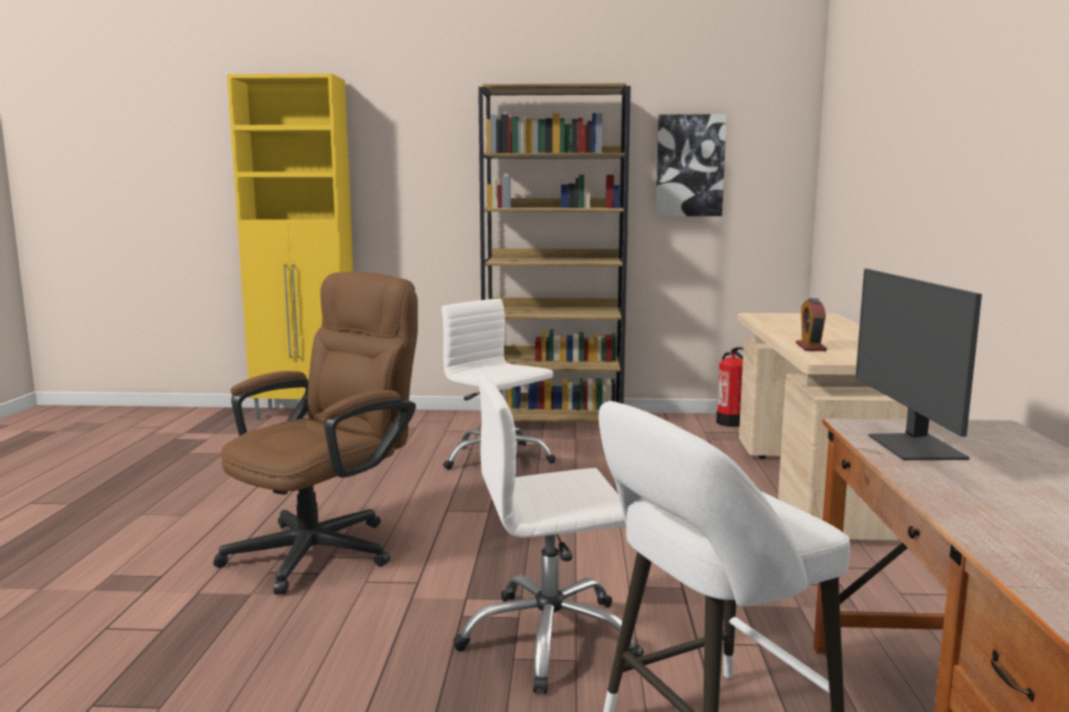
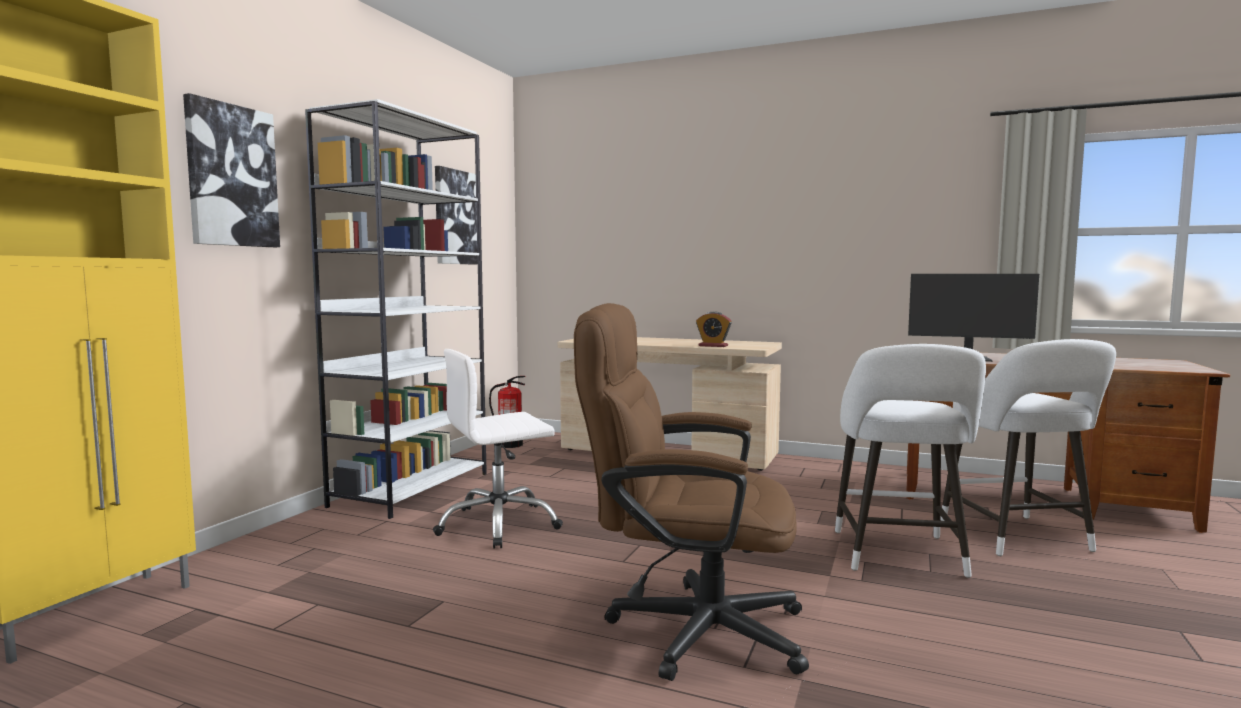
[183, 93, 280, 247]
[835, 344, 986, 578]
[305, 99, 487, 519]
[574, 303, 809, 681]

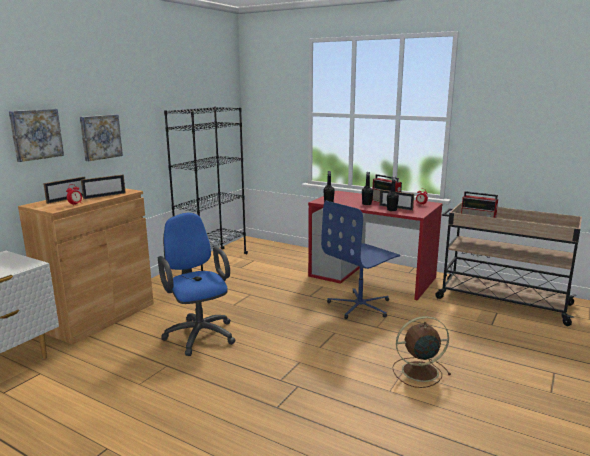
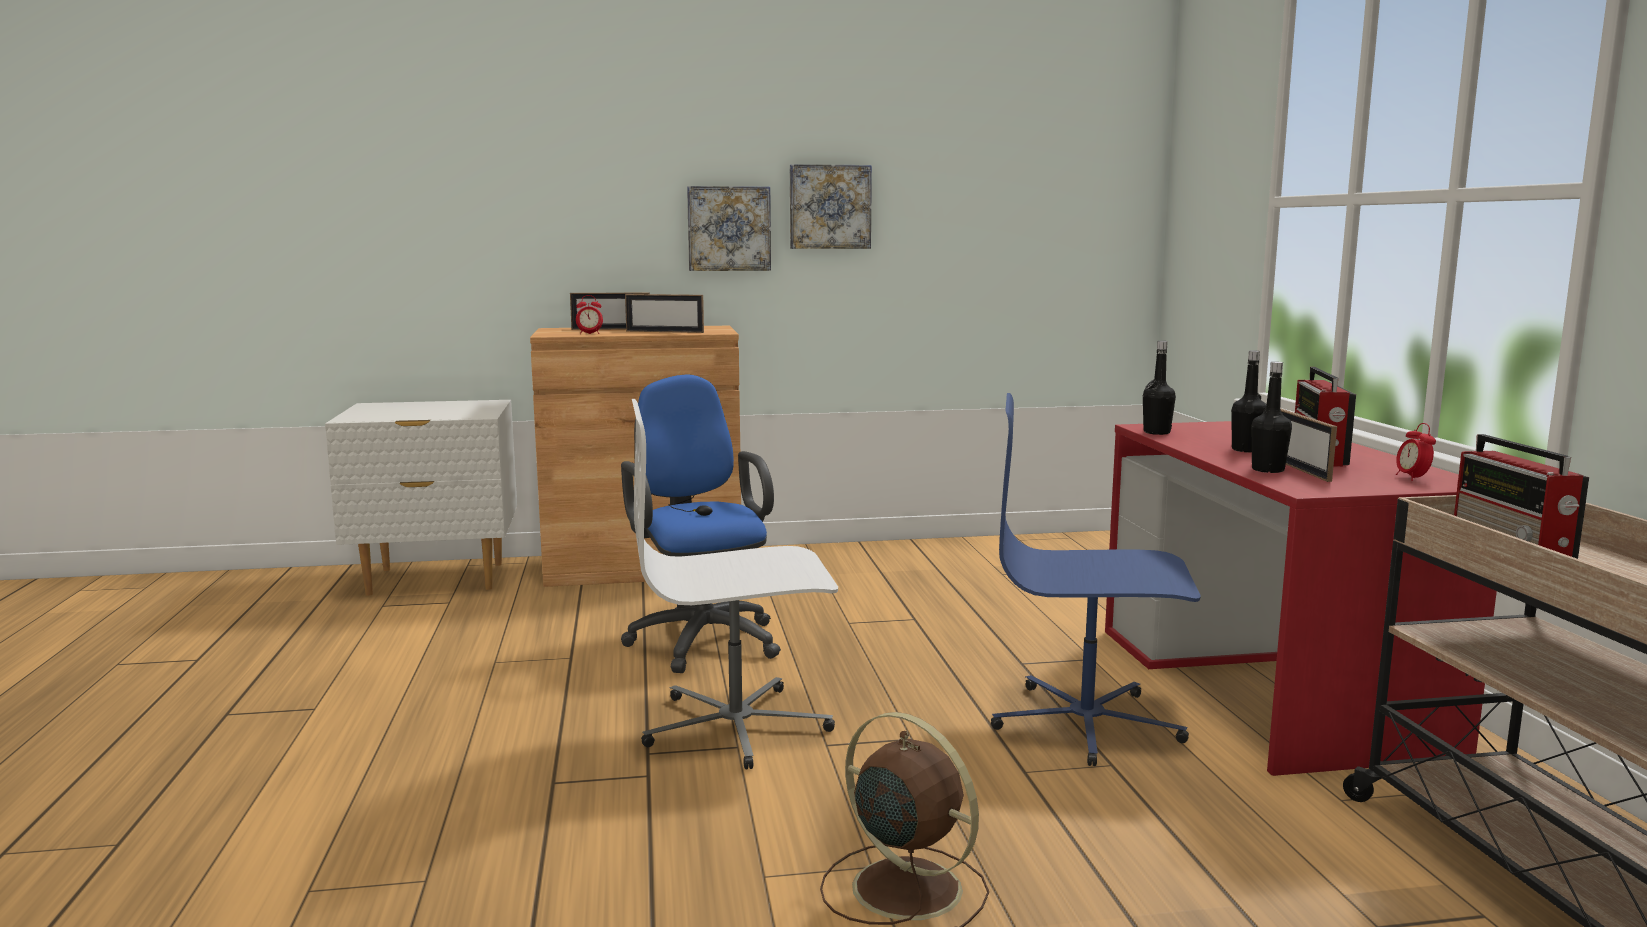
[164, 107, 248, 271] (first image)
[632, 399, 838, 770]
[790, 164, 872, 249]
[621, 375, 781, 673]

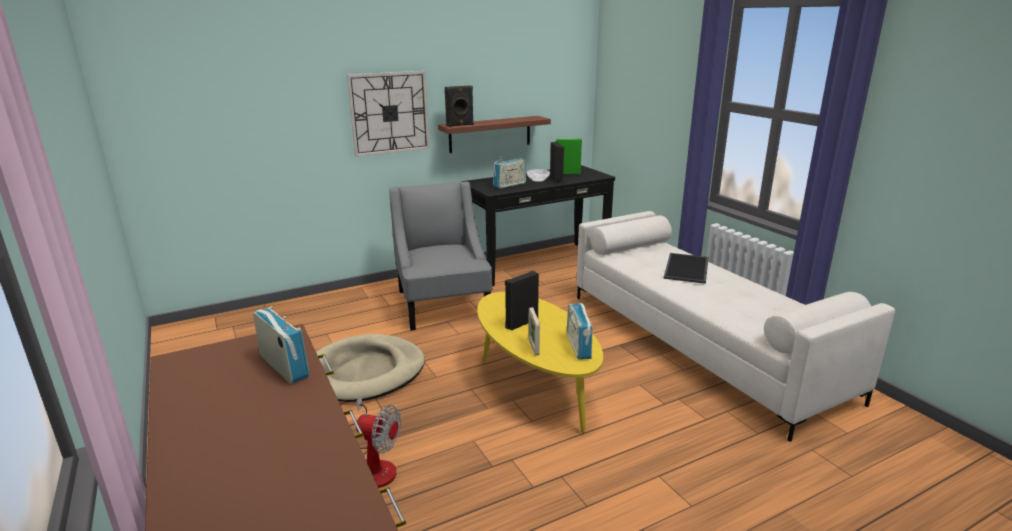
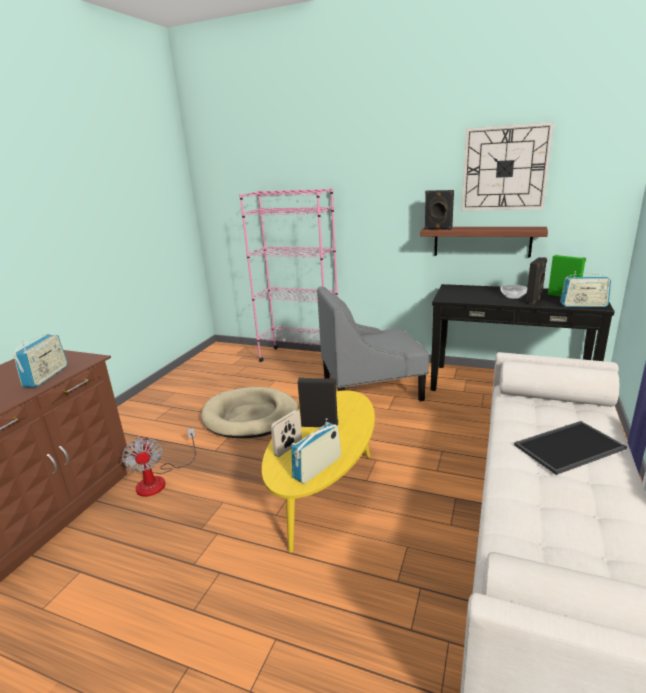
[239, 188, 338, 362]
[462, 122, 554, 211]
[560, 271, 611, 307]
[317, 286, 429, 401]

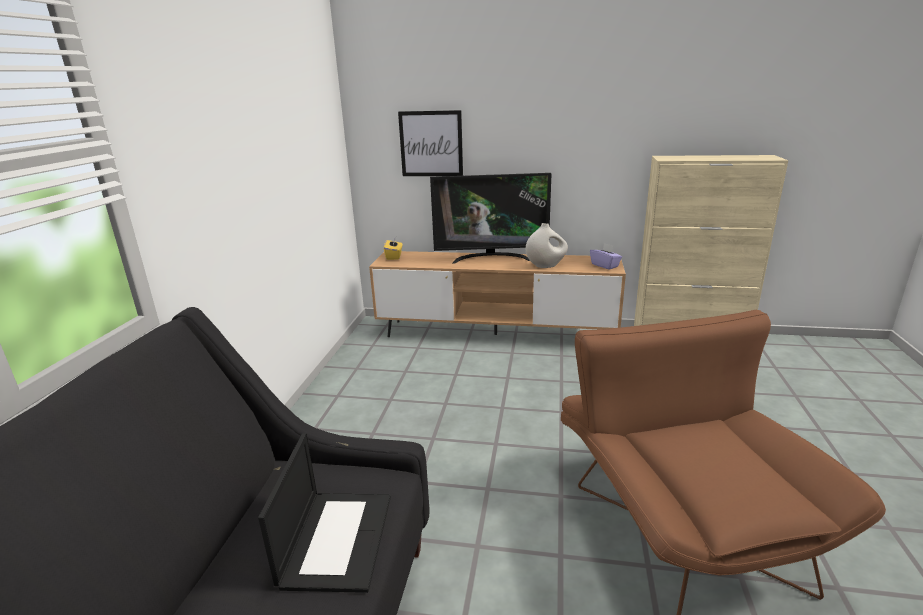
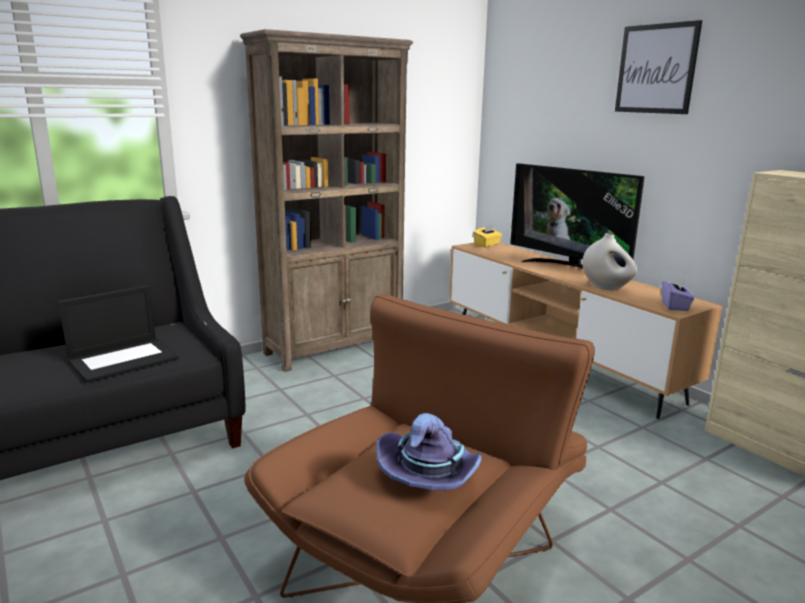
[240, 29, 413, 372]
[376, 413, 482, 490]
[615, 20, 702, 114]

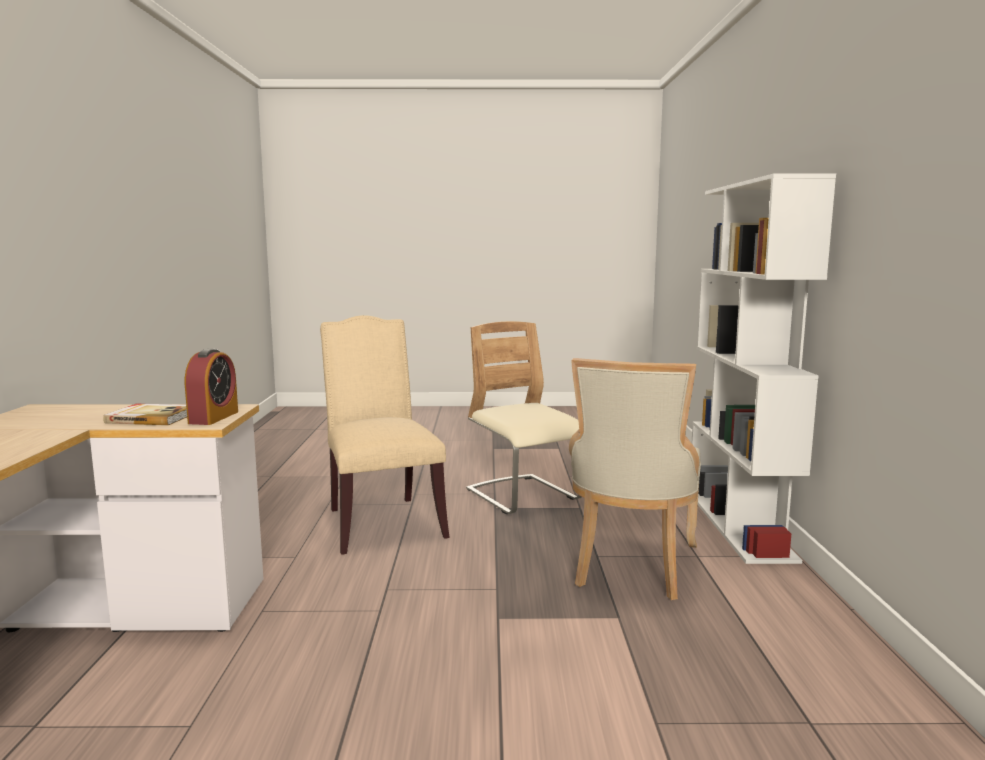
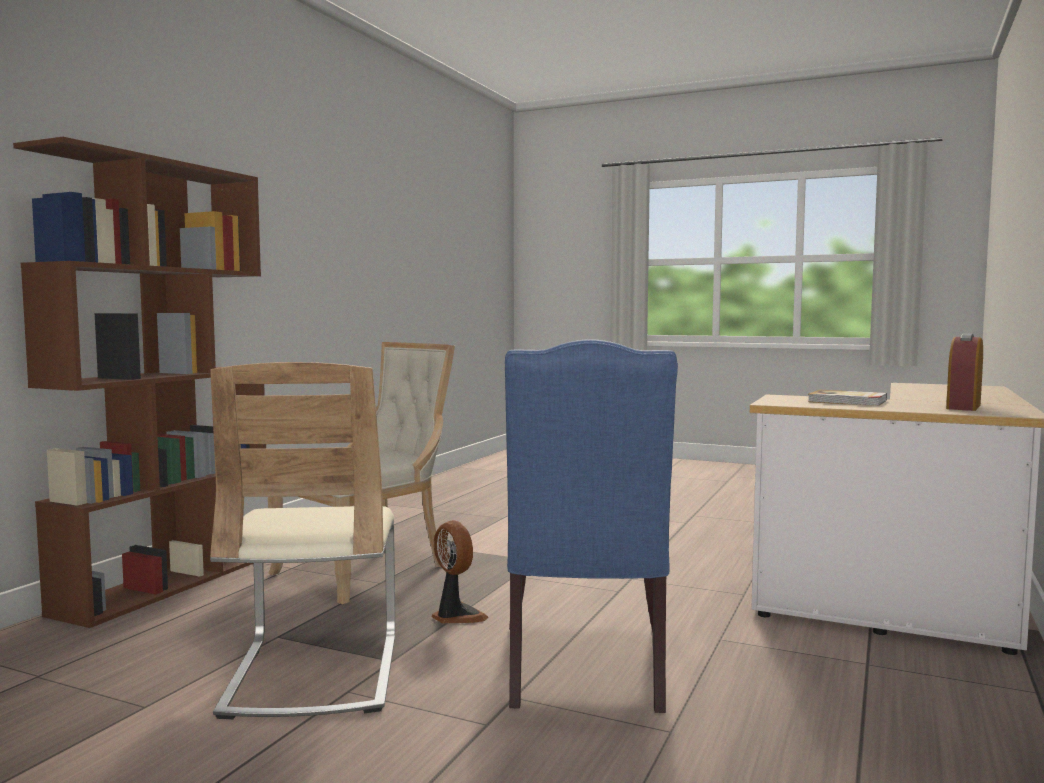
[431, 520, 489, 623]
[946, 333, 983, 411]
[505, 339, 678, 713]
[13, 137, 266, 628]

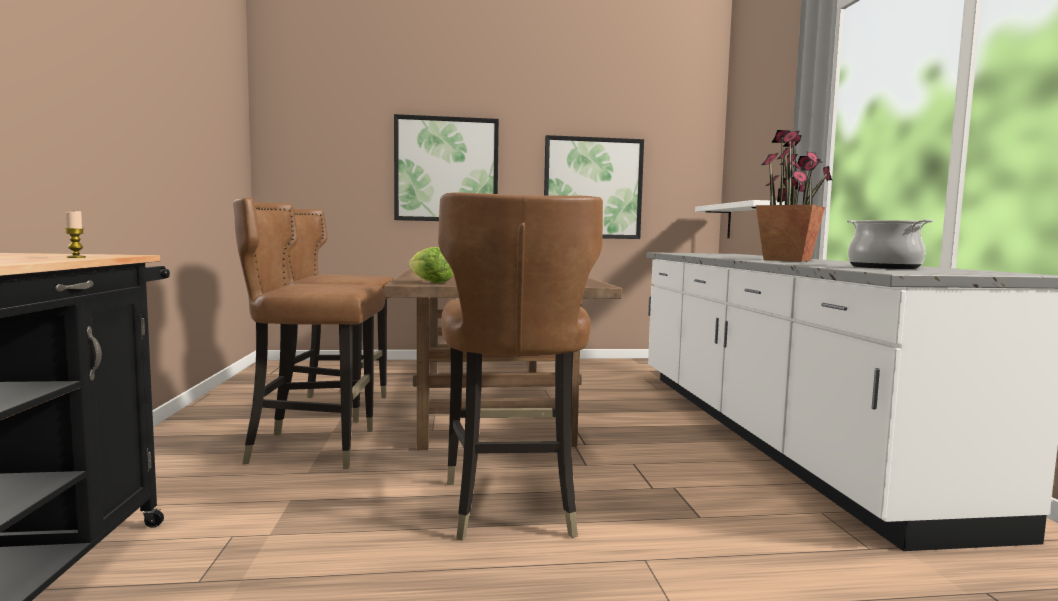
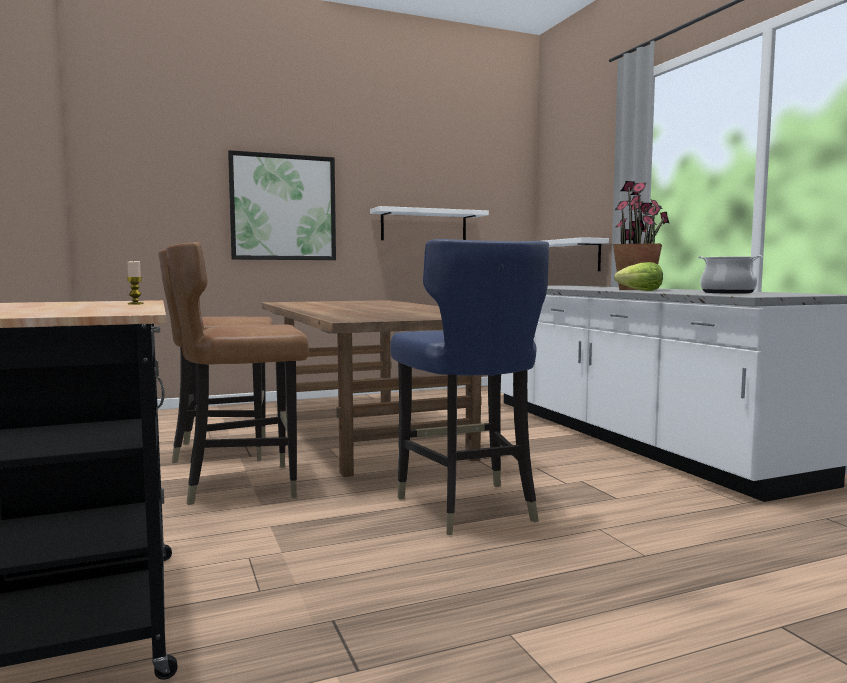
[614, 262, 663, 291]
[370, 206, 489, 240]
[390, 239, 549, 535]

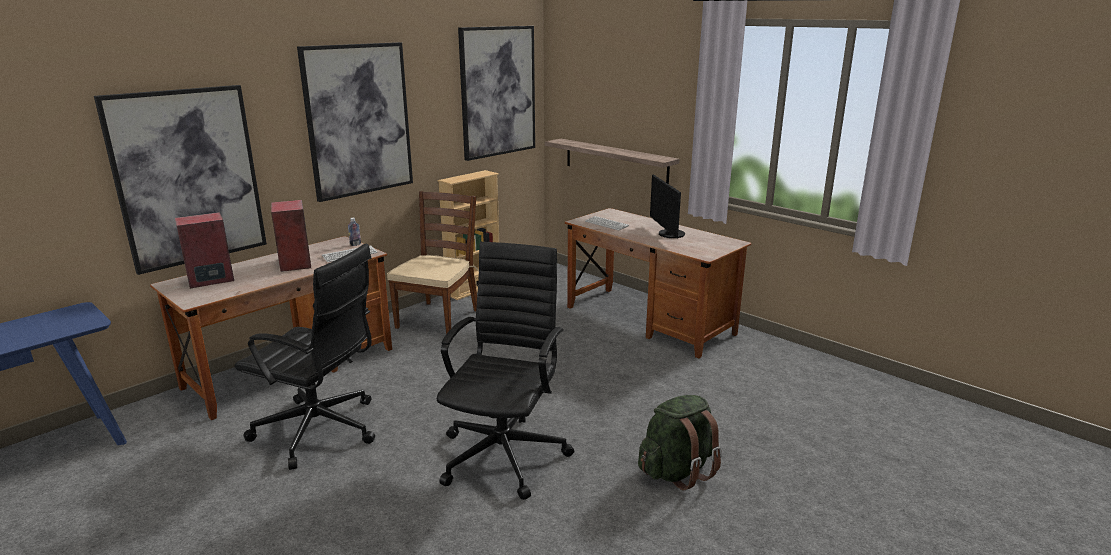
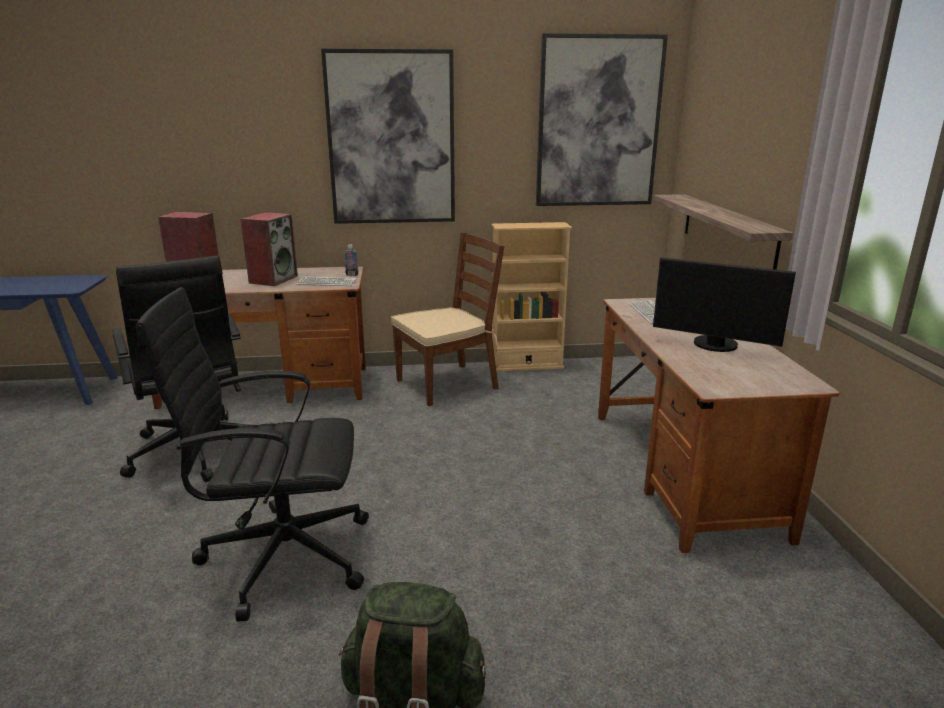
[94, 85, 267, 275] (first image)
[136, 287, 369, 622]
[653, 257, 796, 352]

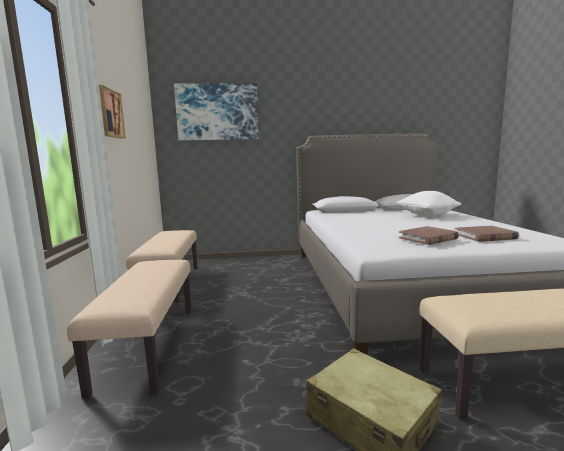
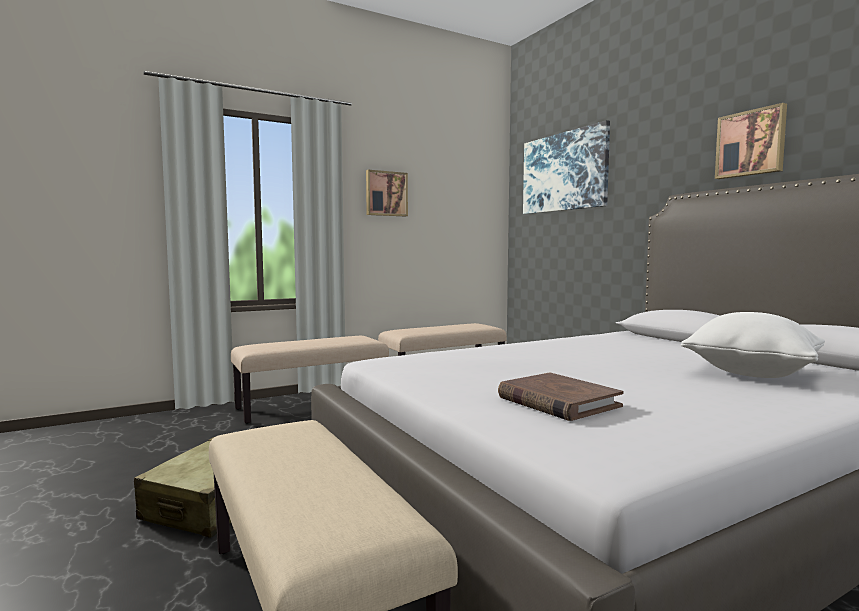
[399, 226, 459, 245] (first image)
[715, 103, 787, 179]

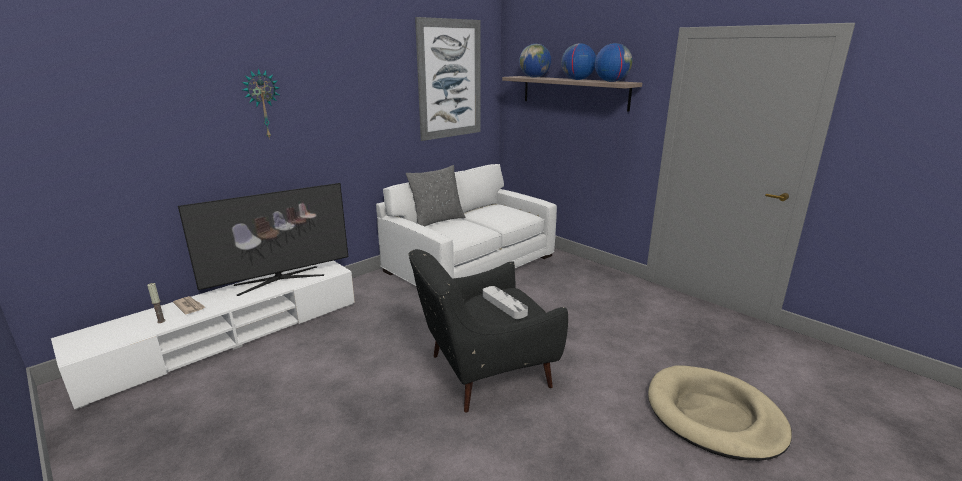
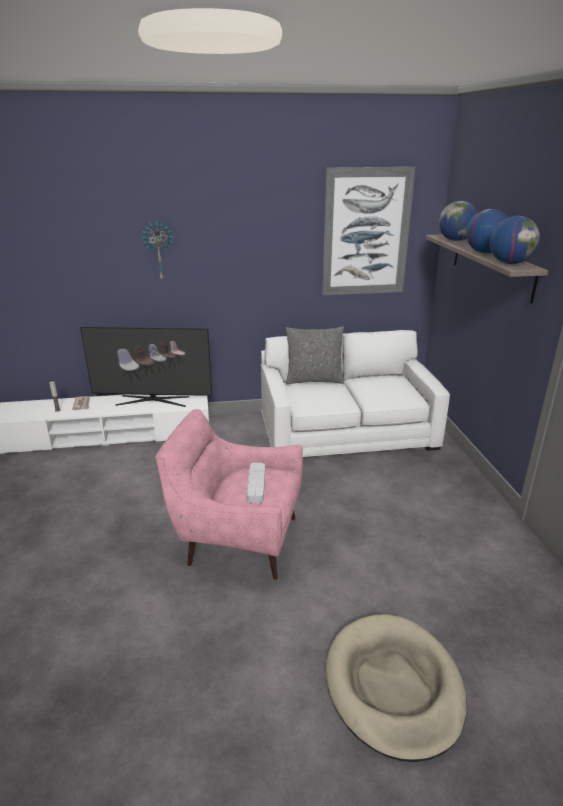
[155, 409, 303, 580]

